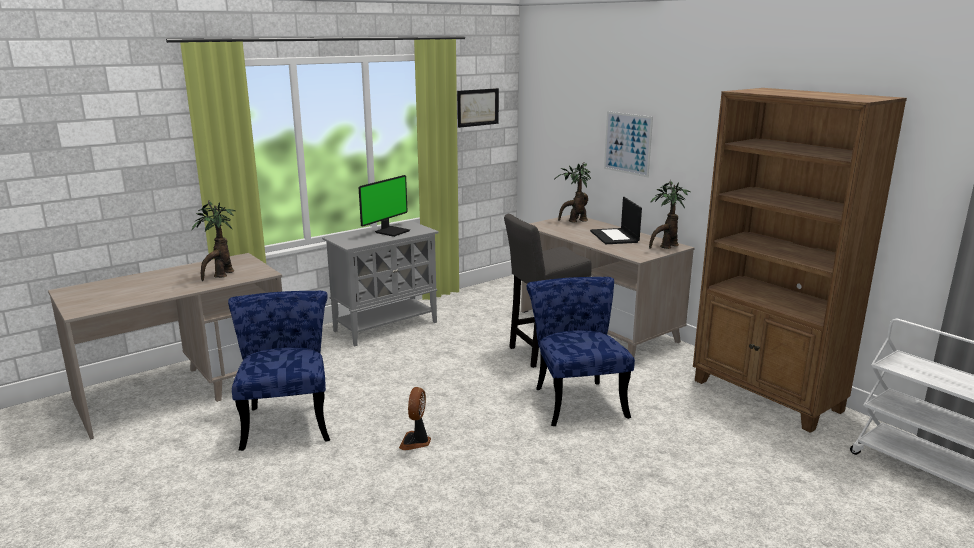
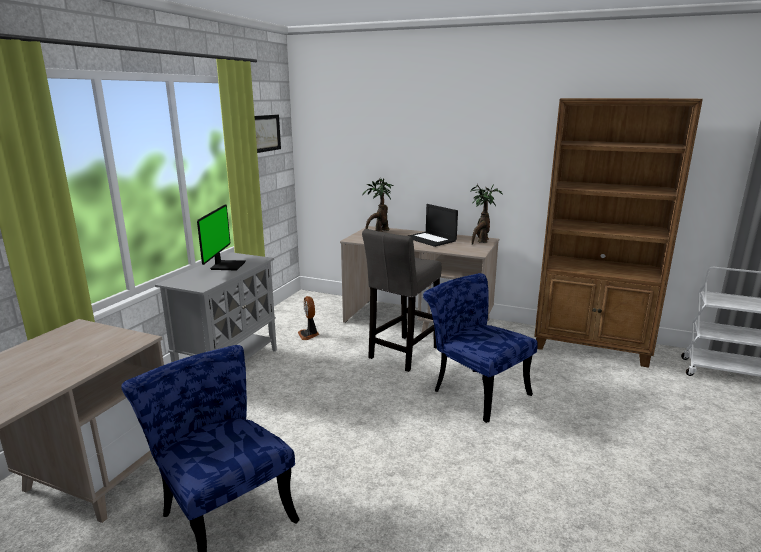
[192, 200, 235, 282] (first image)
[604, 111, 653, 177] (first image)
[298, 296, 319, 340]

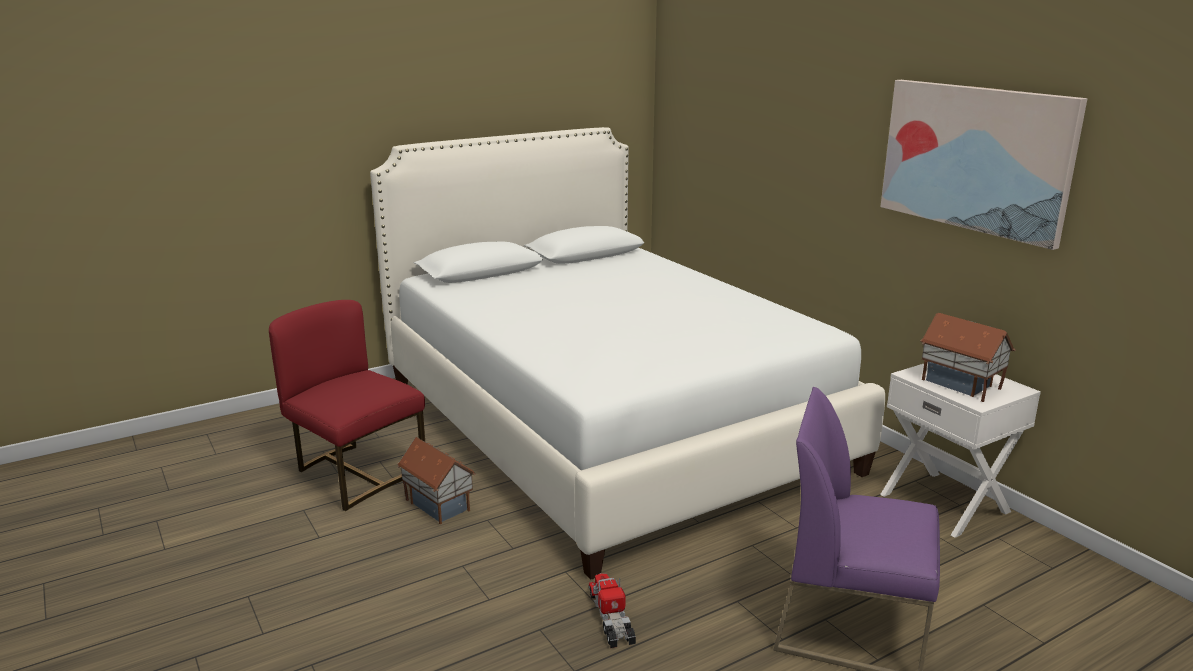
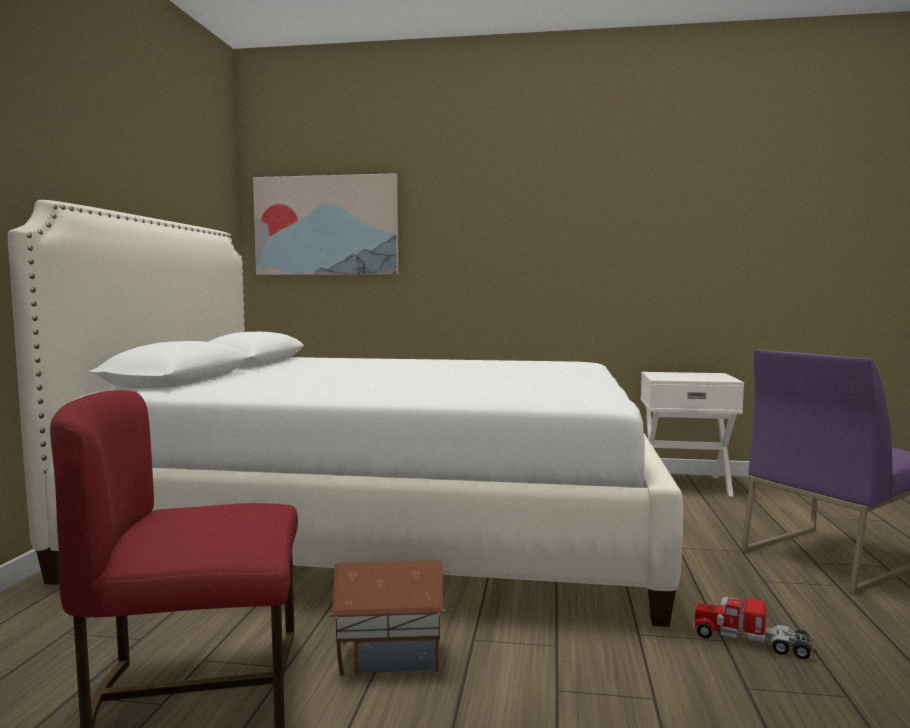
[920, 313, 1016, 402] (first image)
[253, 173, 398, 275]

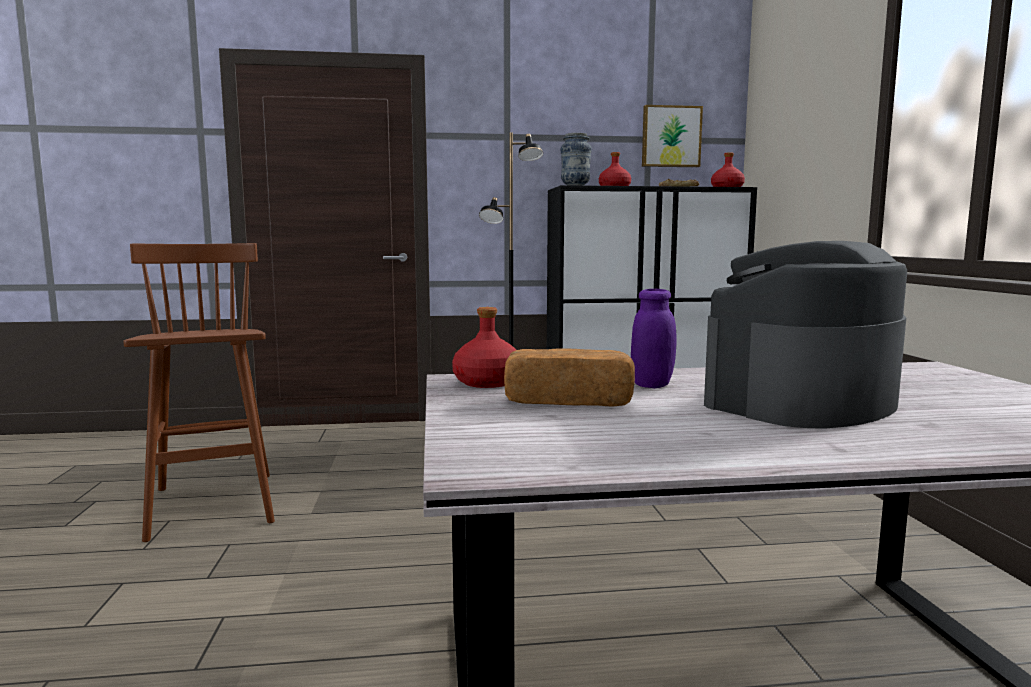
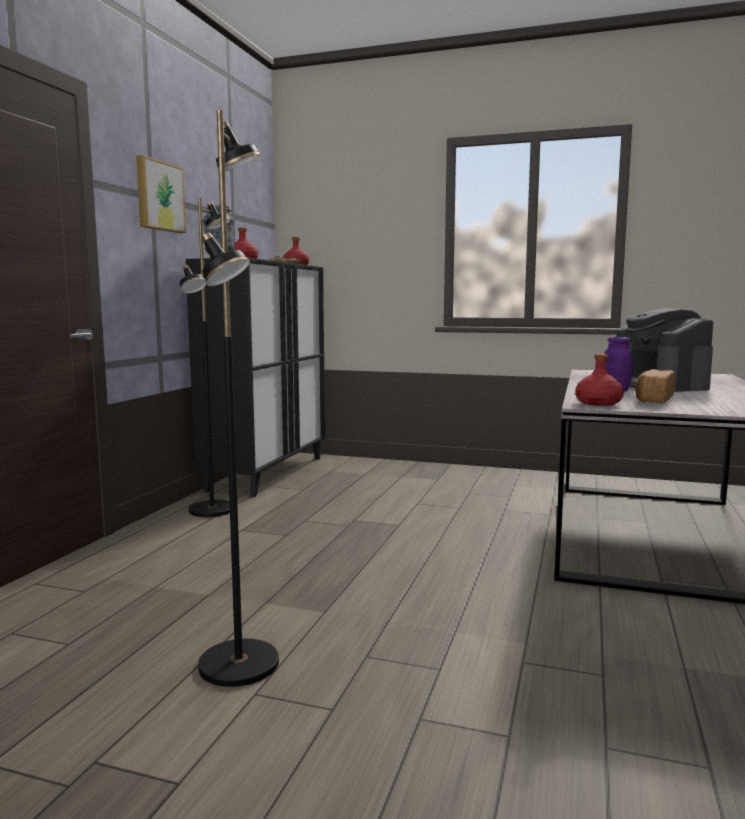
[136, 155, 186, 233]
[198, 110, 279, 687]

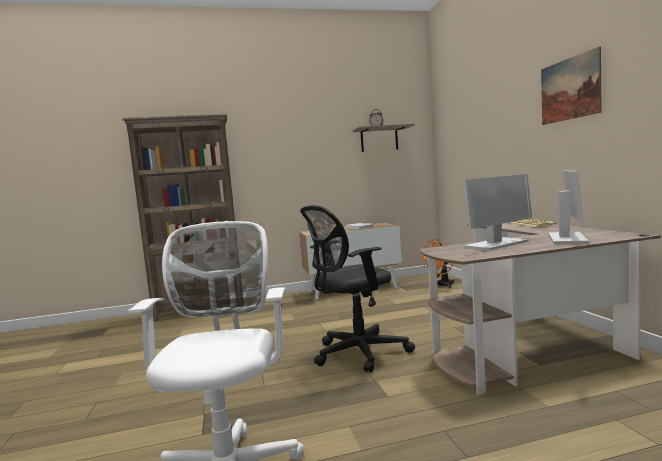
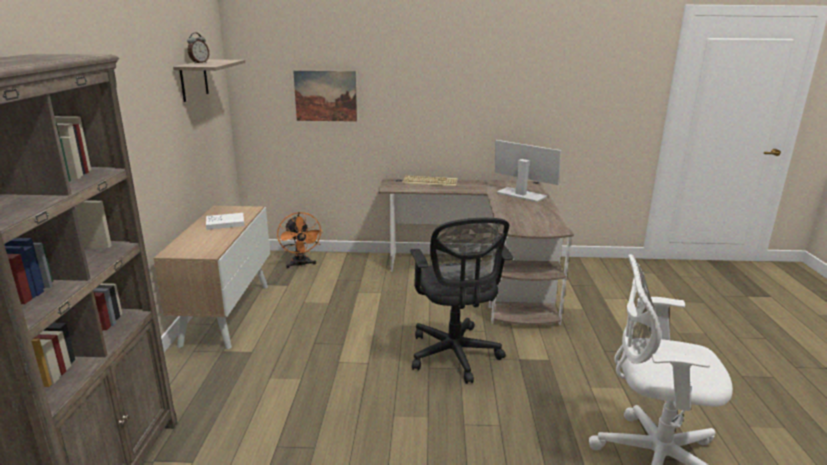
[463, 174, 532, 251] (first image)
[293, 70, 357, 122]

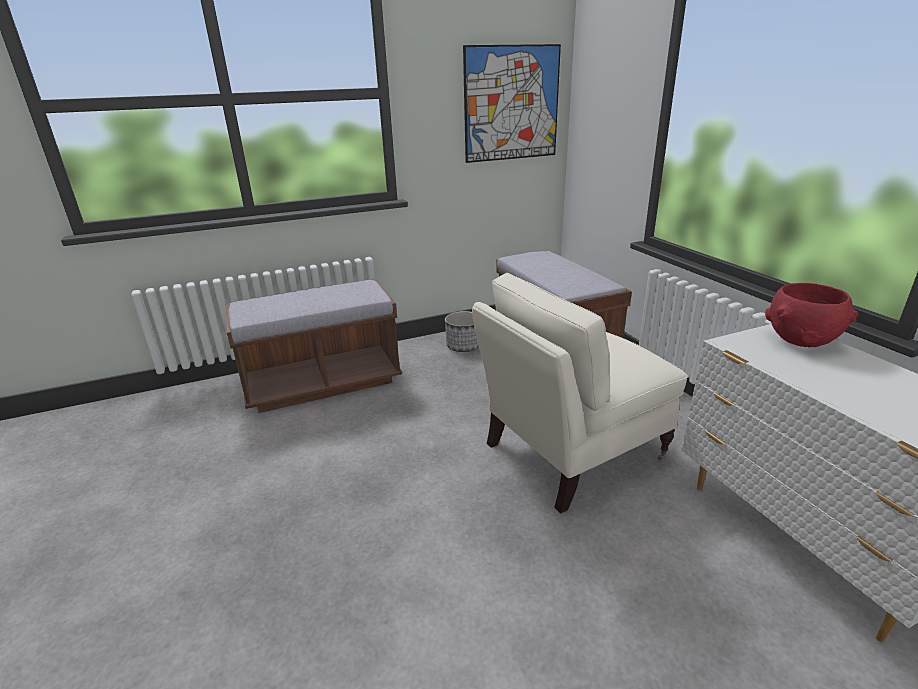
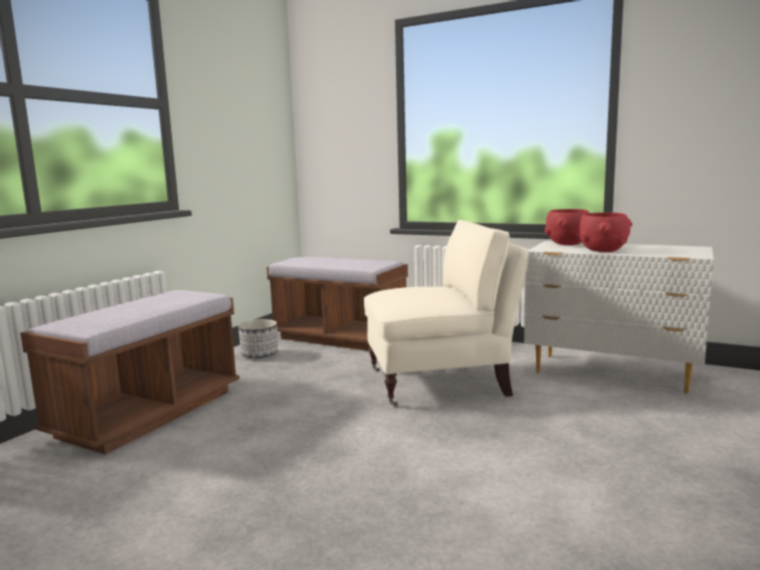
[463, 44, 561, 163] (first image)
[579, 212, 632, 252]
[364, 220, 529, 406]

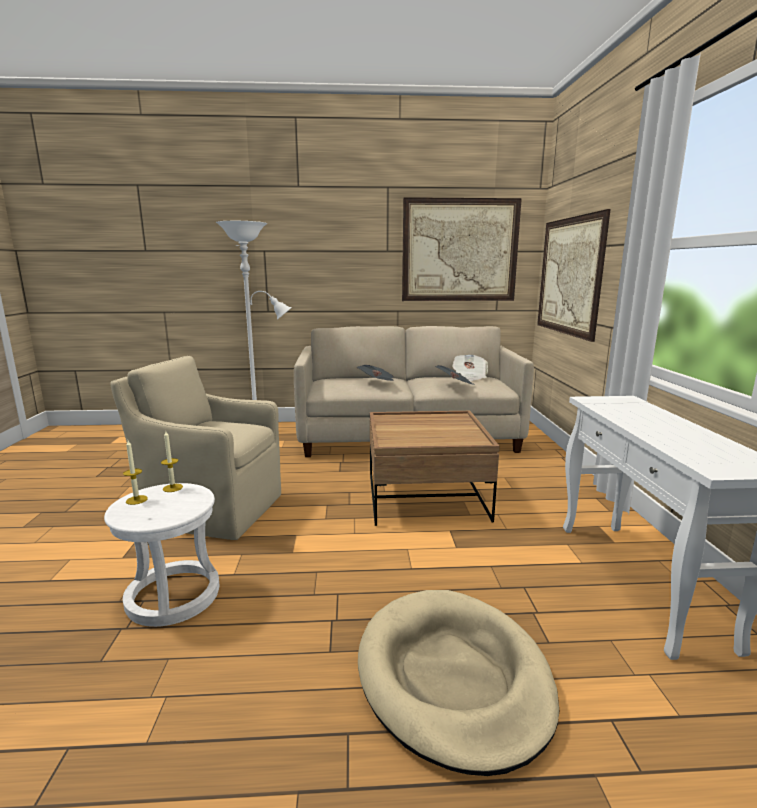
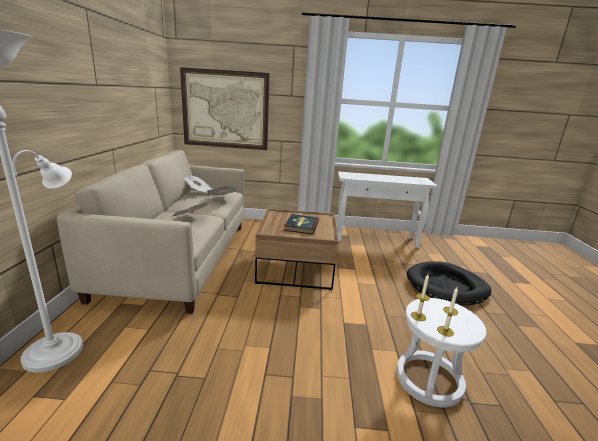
[110, 356, 281, 540] (first image)
[402, 197, 522, 301] (first image)
[284, 214, 319, 234]
[407, 261, 491, 306]

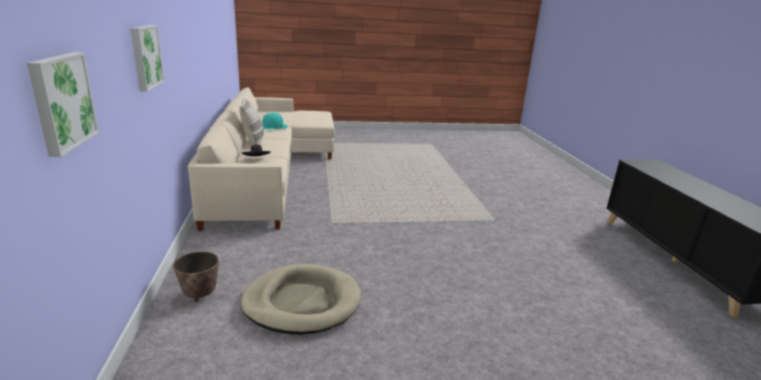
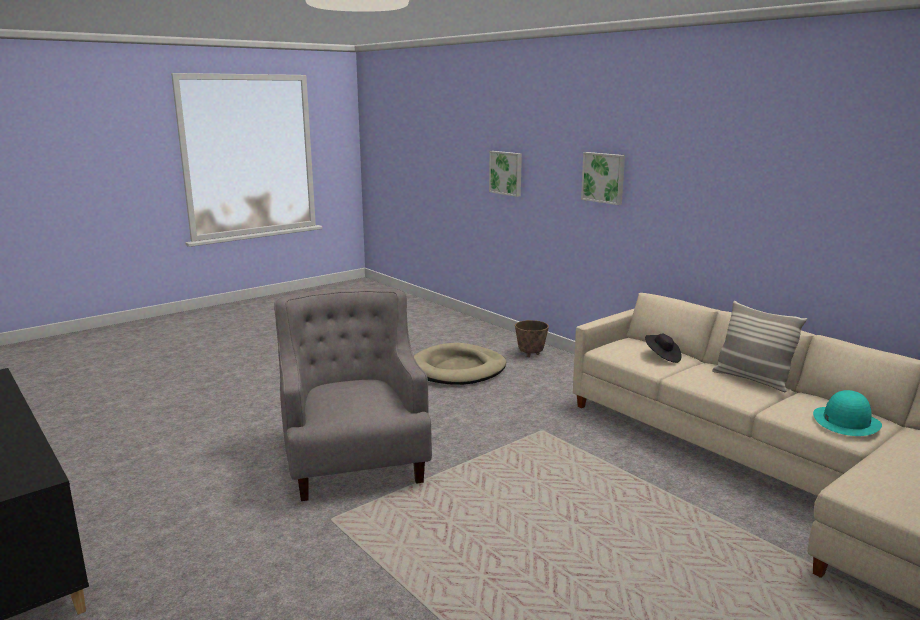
[274, 288, 432, 501]

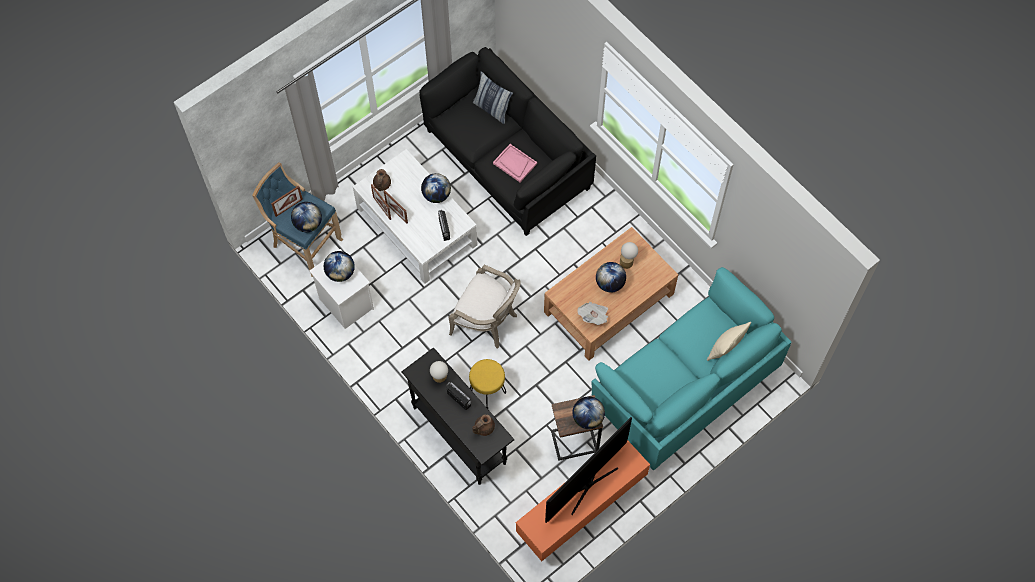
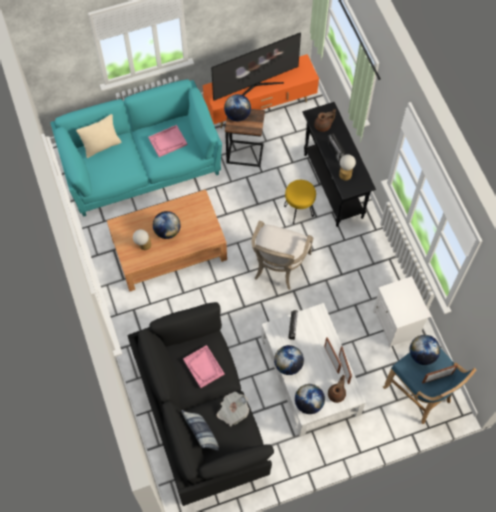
[148, 125, 187, 157]
[295, 384, 325, 414]
[216, 392, 249, 426]
[251, 221, 314, 290]

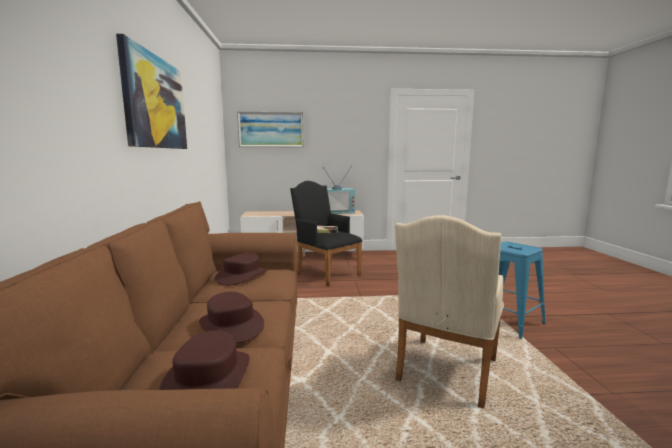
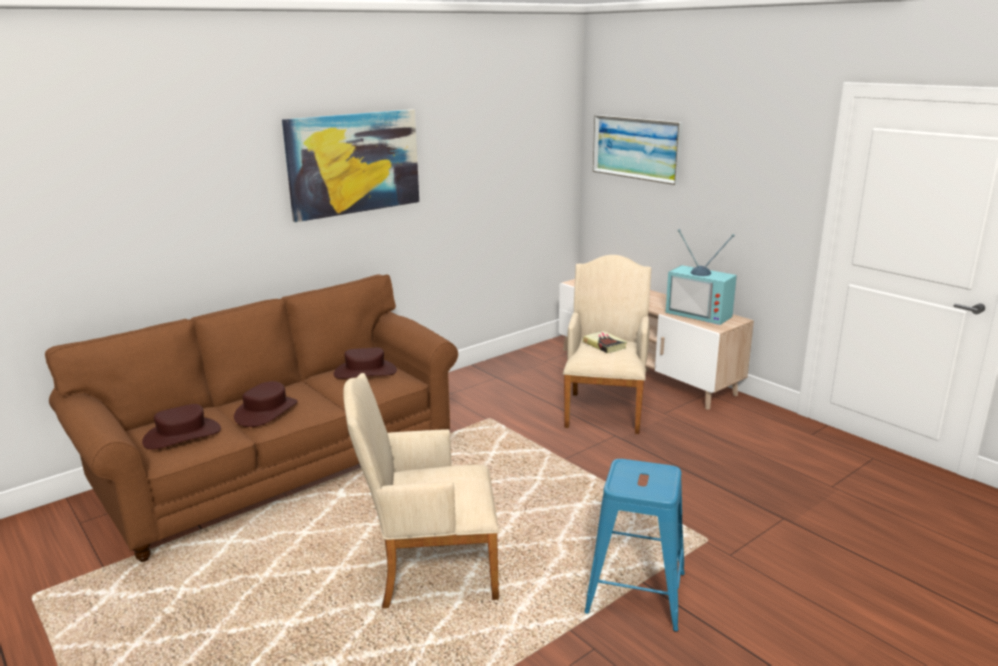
[563, 255, 651, 434]

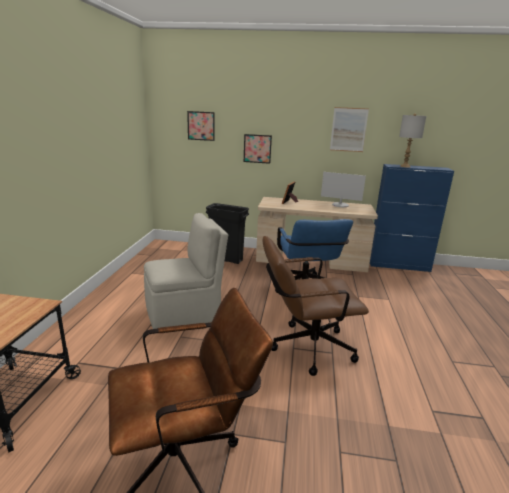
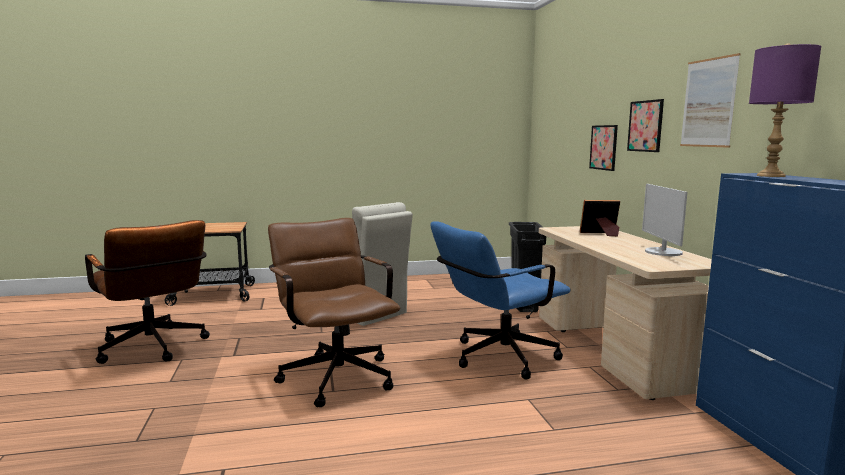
[627, 99, 664, 152]
[749, 43, 821, 177]

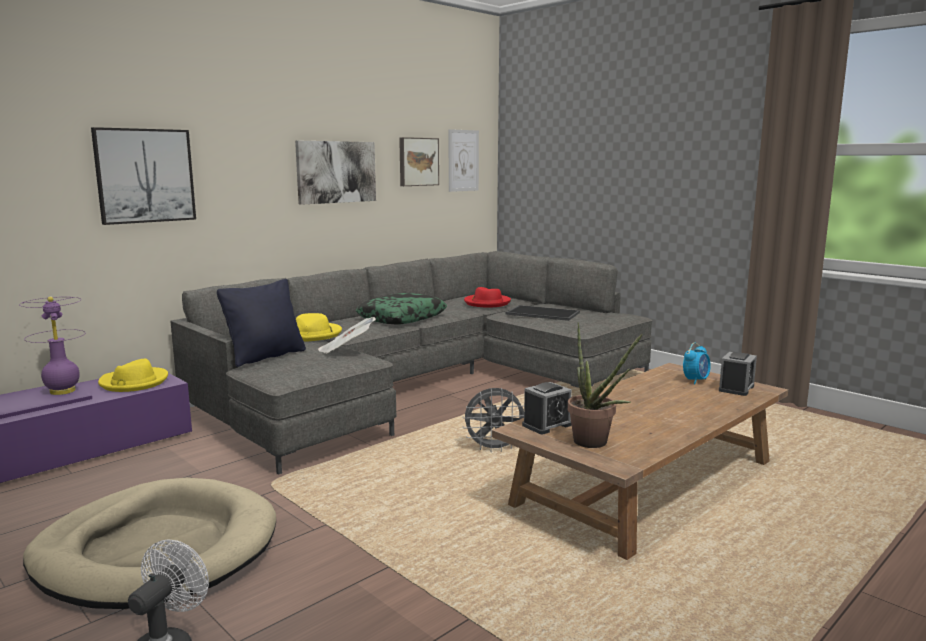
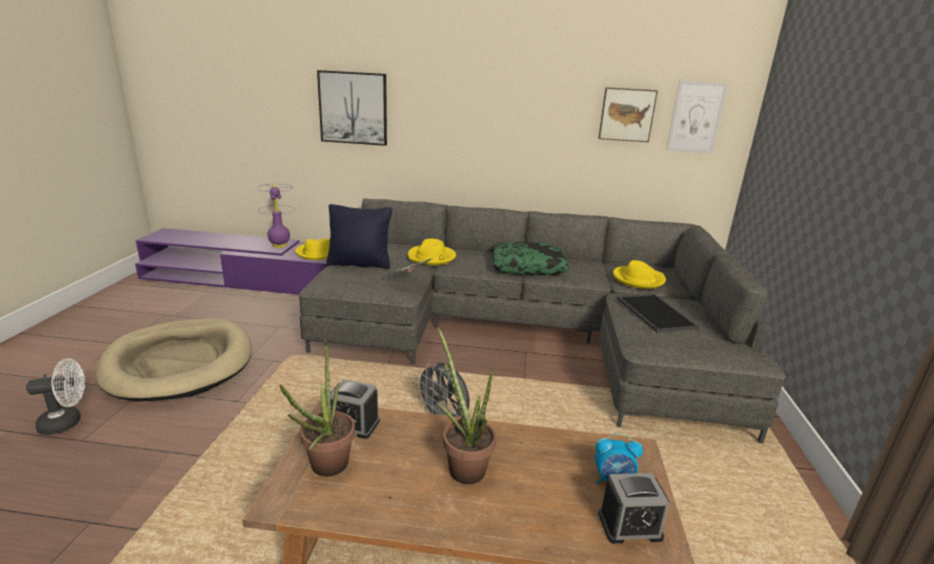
[295, 141, 376, 205] (first image)
[437, 327, 496, 484]
[613, 260, 666, 289]

